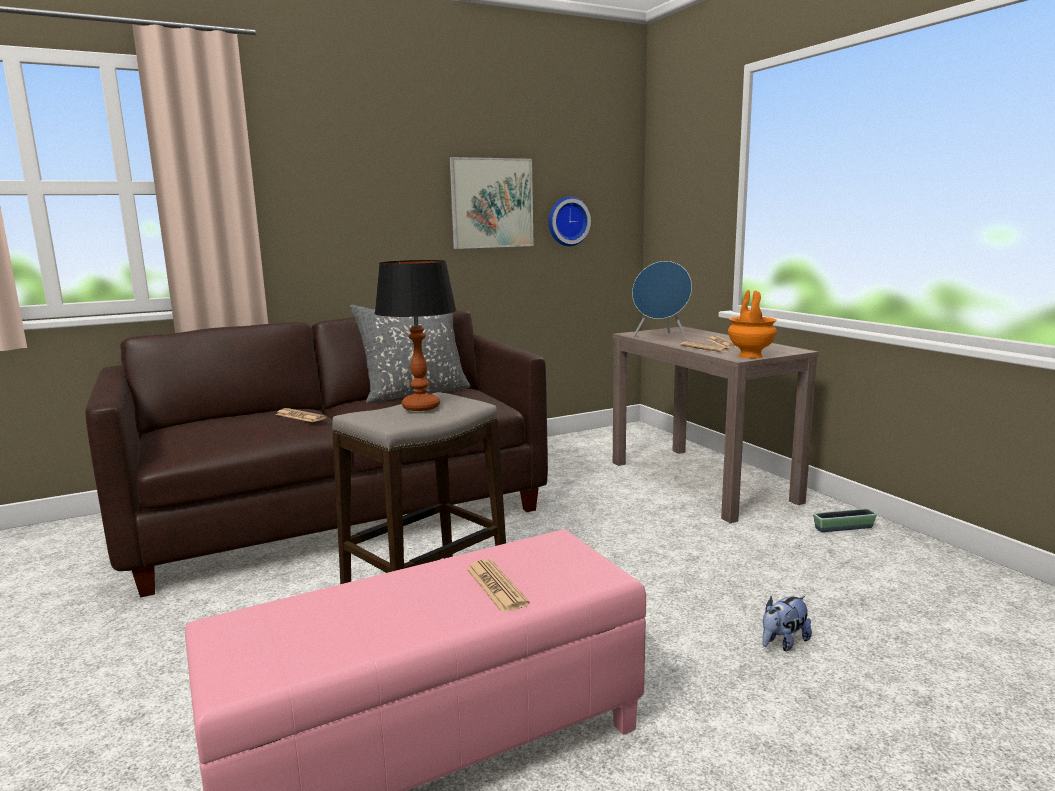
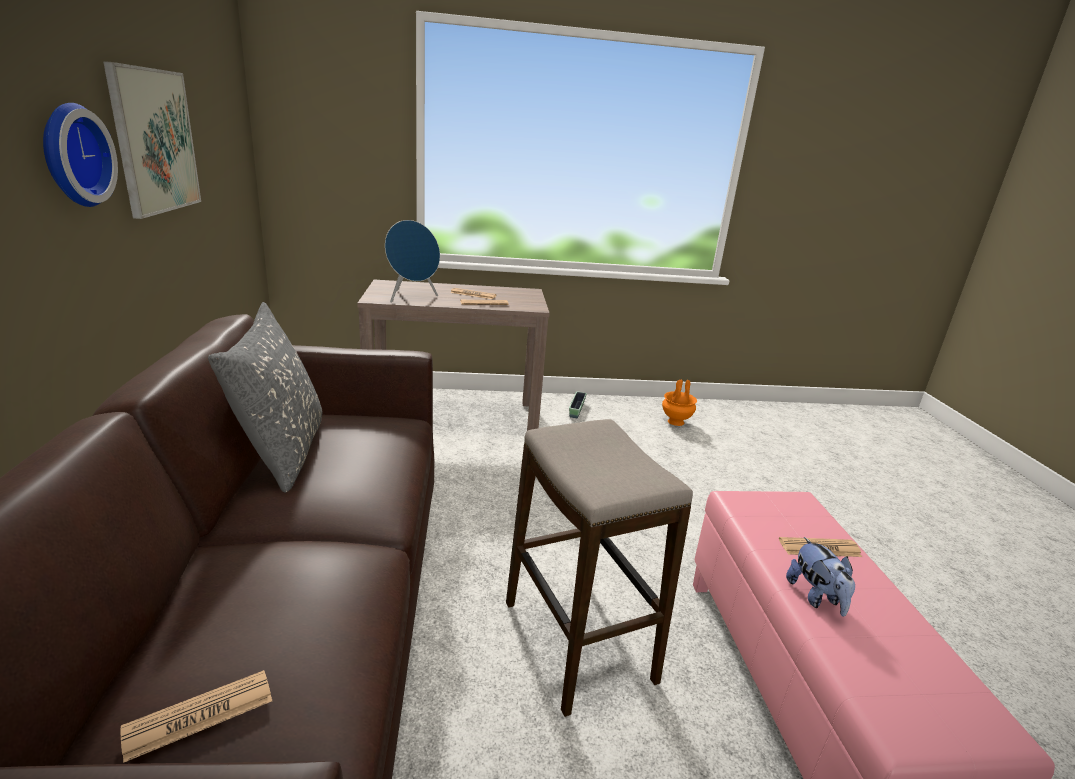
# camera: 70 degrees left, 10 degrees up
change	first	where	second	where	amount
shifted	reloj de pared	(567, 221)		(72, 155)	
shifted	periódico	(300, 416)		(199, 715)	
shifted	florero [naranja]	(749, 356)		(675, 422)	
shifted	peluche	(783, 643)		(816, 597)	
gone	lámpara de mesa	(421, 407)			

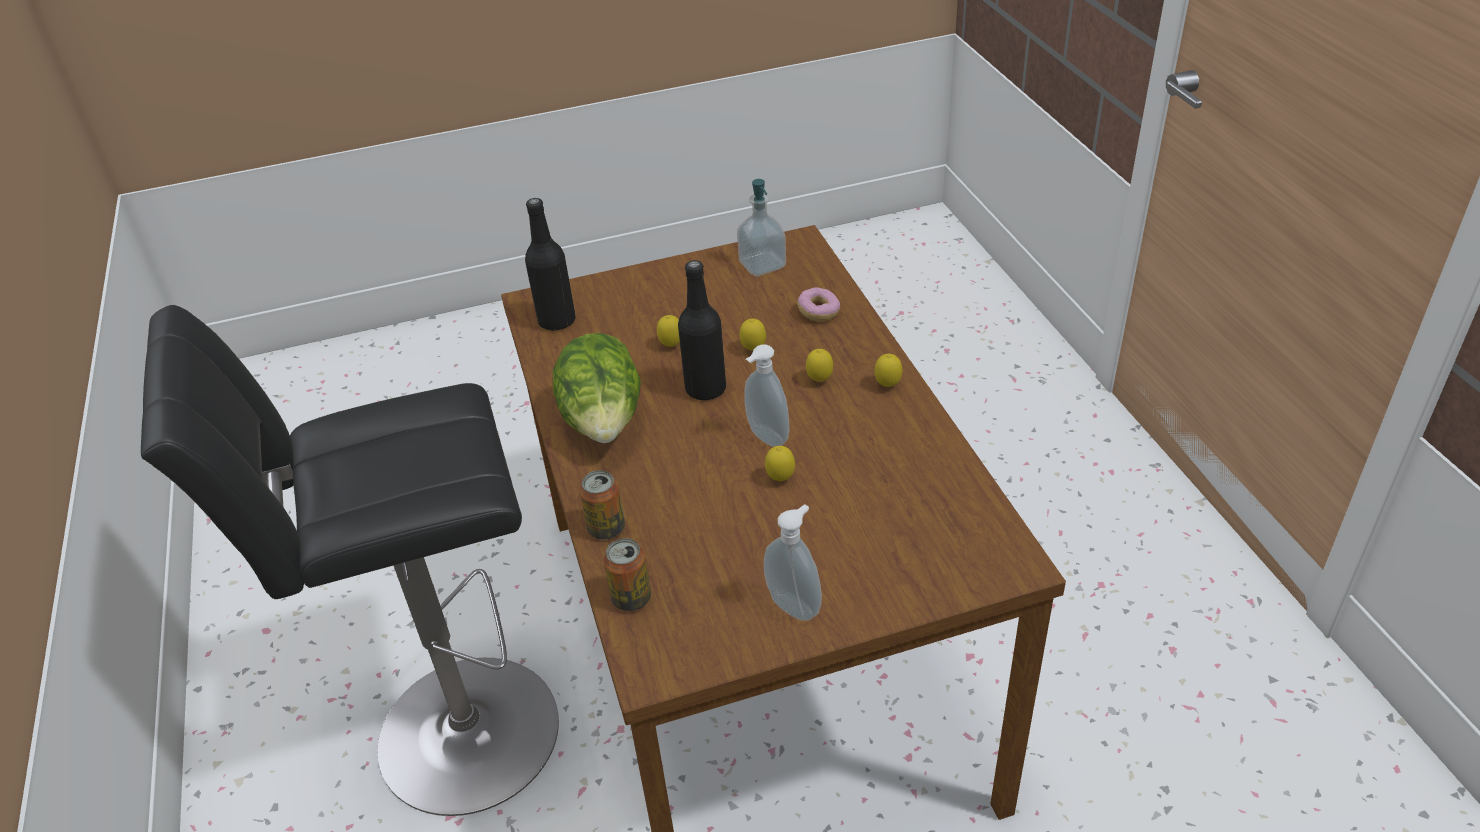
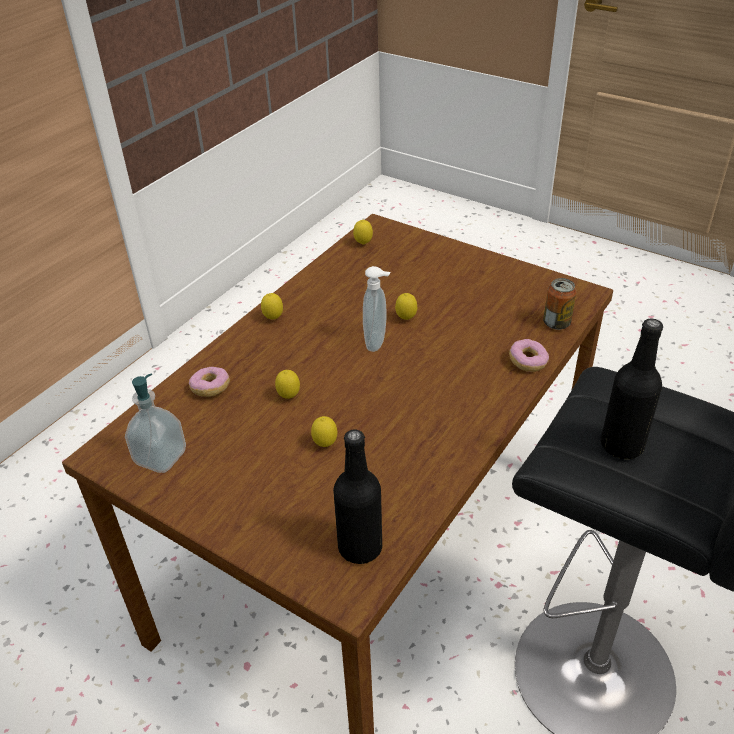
# camera: 130 degrees left, 0 degrees up
change	first	where	second	where	amount
shifted	limón	(819, 380)		(363, 244)	
swapped	lata	(606, 528)	rosquilla	(528, 362)	
shifted	botella [negro]	(705, 389)		(621, 445)	
gone	lechuga	(604, 423)			
gone	dispensador de jabón	(795, 605)			

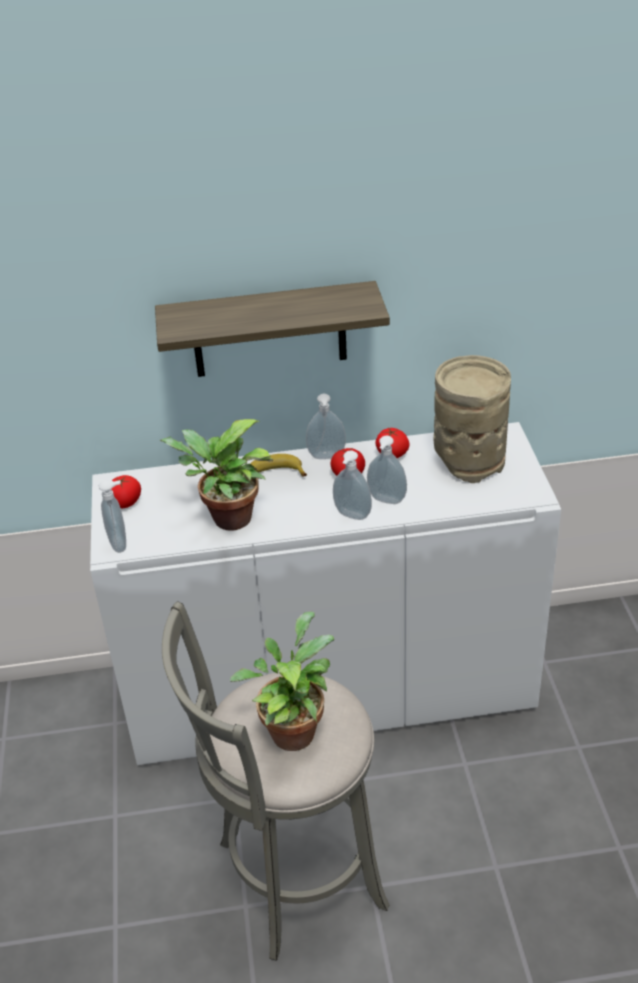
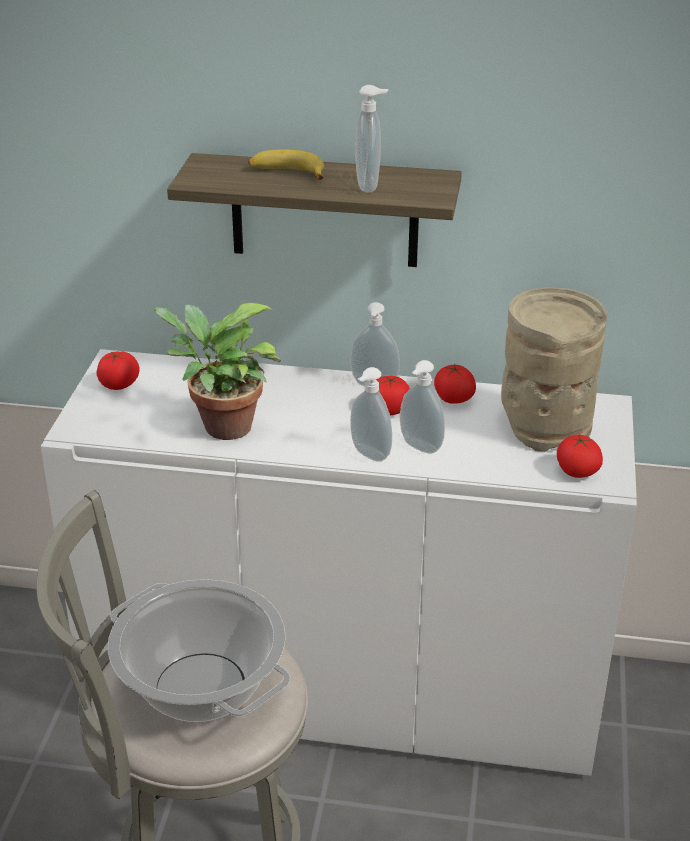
# camera: 15 degrees right, 5 degrees down
change	first	where	second	where	amount
swapped	planta en maceta	(292, 729)	olla	(202, 687)	
shifted	plátano	(275, 473)		(287, 173)	
shifted	dispensador de jabón	(120, 543)		(370, 186)	
new			tomate	(577, 471)	

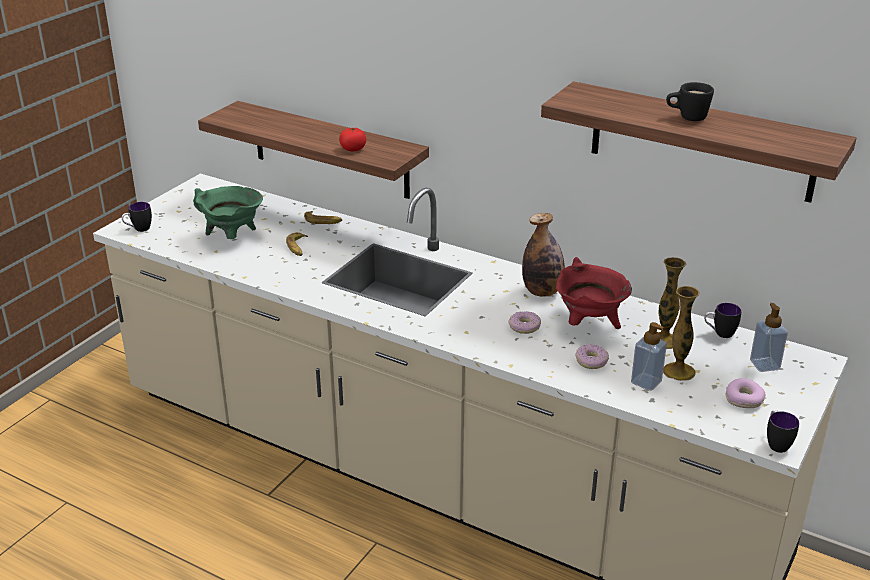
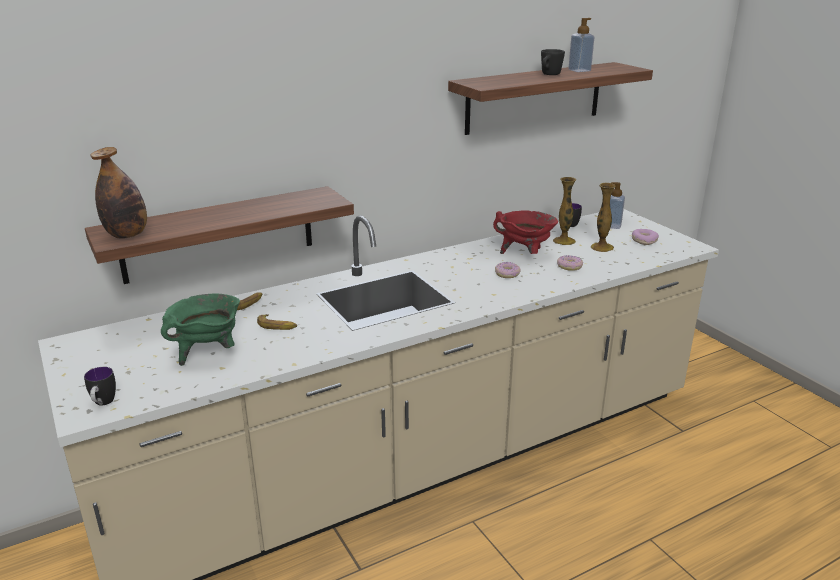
# camera: 60 degrees left, 5 degrees down
change	first	where	second	where	amount
shifted	botella	(542, 291)		(127, 235)	
shifted	dispensador de jabón	(646, 382)		(579, 70)	
gone	tomate	(353, 149)			
gone	taza grande	(776, 443)			

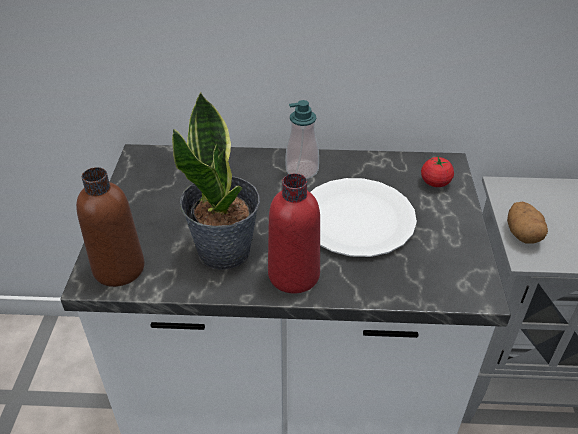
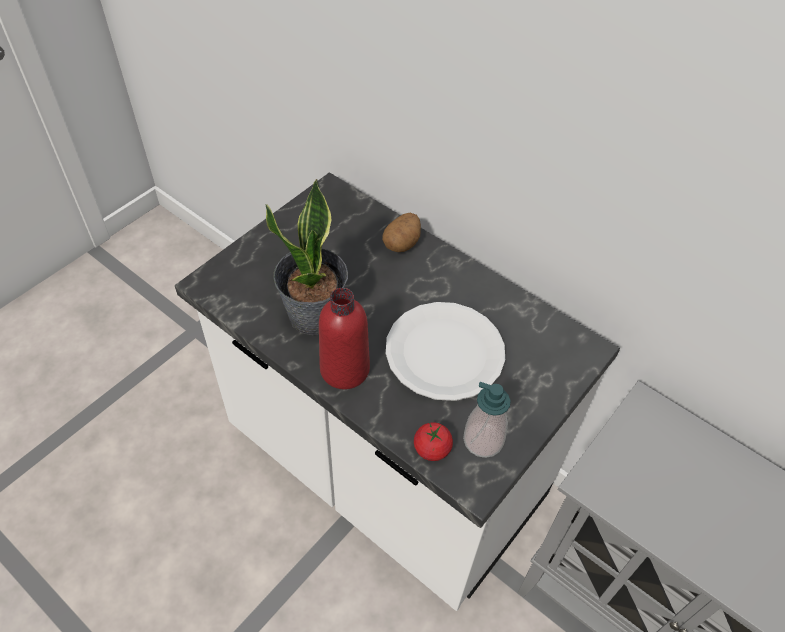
# camera: 35 degrees right, 10 degrees up
change	first	where	second	where	amount
shifted	patata	(522, 234)		(402, 243)	
shifted	tomate	(435, 182)		(432, 449)	
shifted	dispensador de jabón	(302, 170)		(483, 440)	
gone	botella [marrón]	(119, 268)			

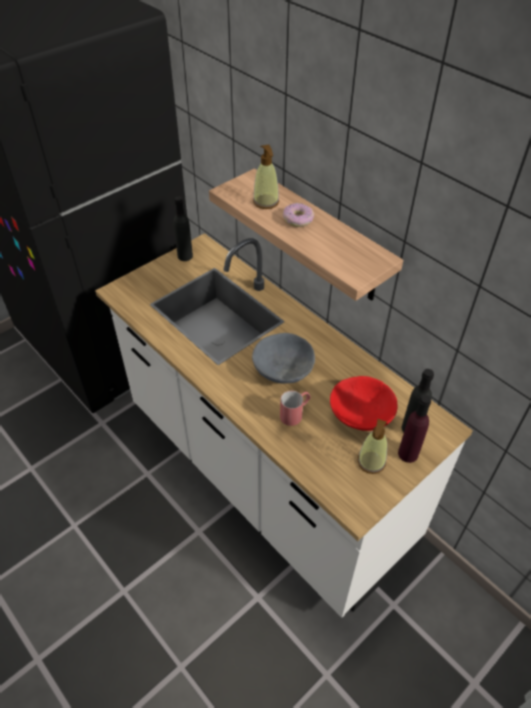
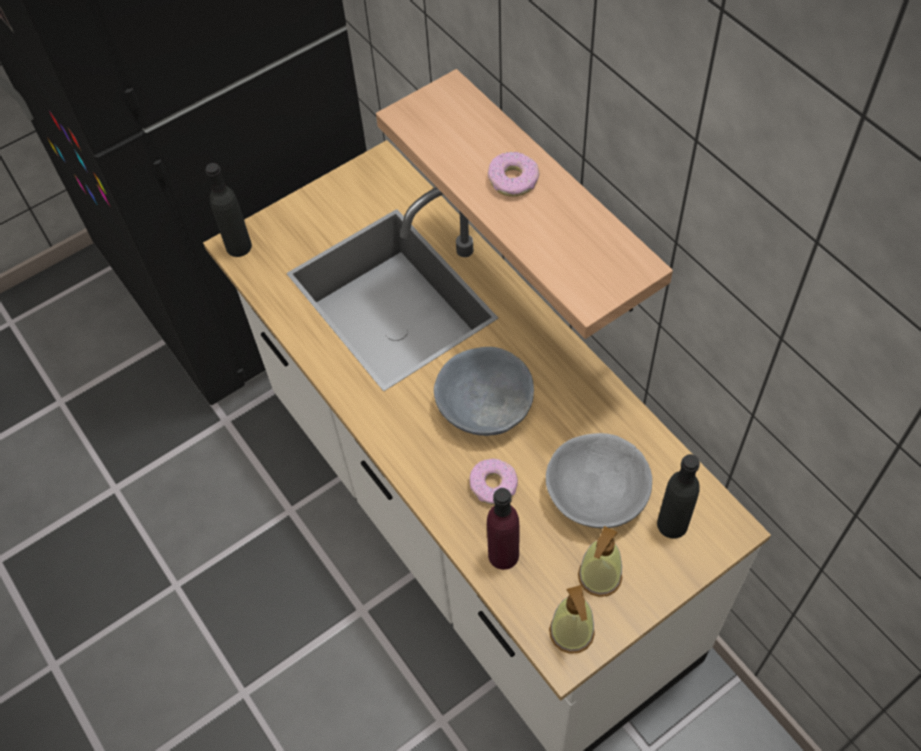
# camera: 10 degrees right, 10 degrees up
change	first	where	second	where	amount
shifted	botella [negro]	(185, 256)		(238, 246)	
swapped	taza grande [rojo]	(295, 413)	rosquilla	(493, 485)	
shifted	botella [morado]	(408, 454)		(503, 555)	
repainted	cuenco [rojo]	(360, 414)	cuenco [gris]	(596, 494)	
shifted	dispensador de jabón	(266, 202)		(571, 633)	

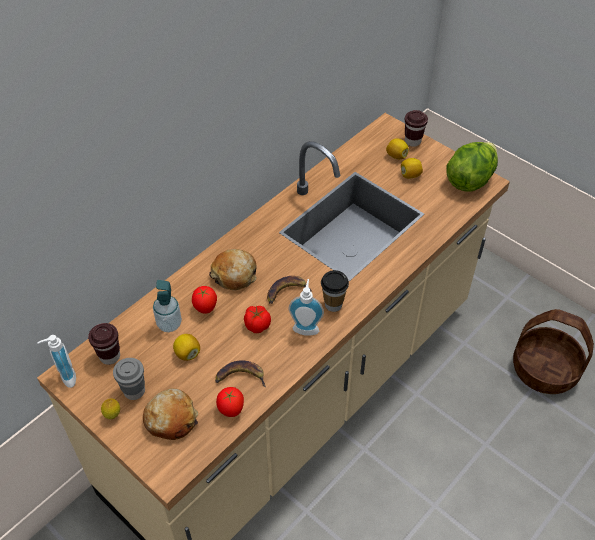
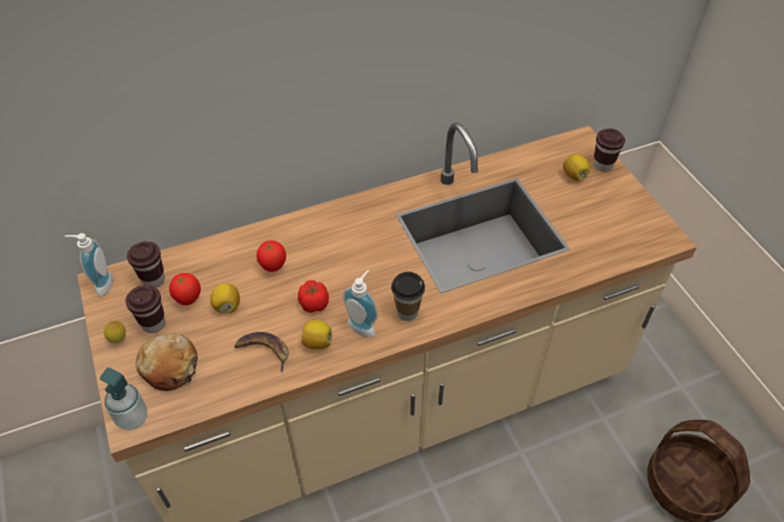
# camera: 25 degrees right, 0 degrees up
change	first	where	second	where	amount
shifted	dispensador de jabón	(169, 324)		(132, 418)	
repainted	taza [gris]	(134, 391)	taza [marrón]	(153, 324)	
shifted	tomate	(231, 410)		(188, 299)	
shifted	limón	(410, 175)		(317, 342)	
gone	pan	(234, 274)			
gone	plátano	(286, 292)			
gone	lechuga	(470, 179)			

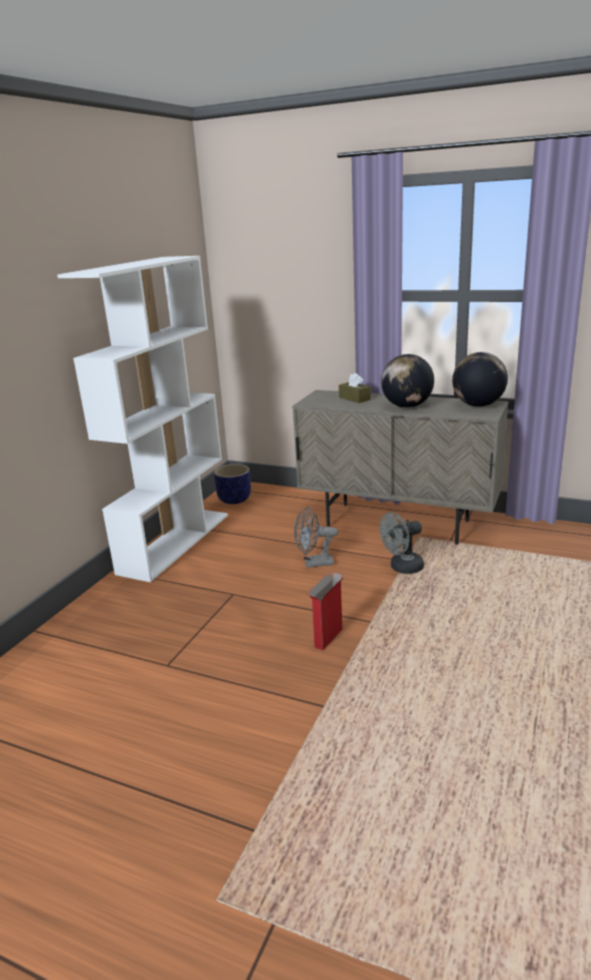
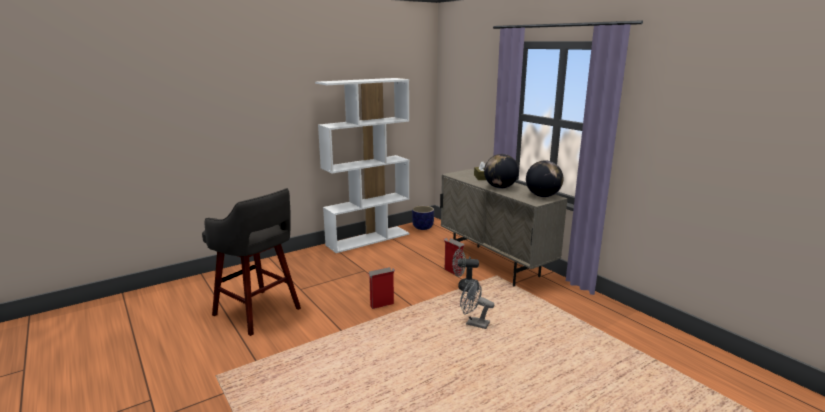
# camera: 30 degrees right, 5 degrees down
change	first	where	second	where	amount
new			taburete [gris]	(258, 312)	
new			caja de cartón	(452, 272)	
shifted	ventilador [gris]	(314, 563)		(473, 323)	

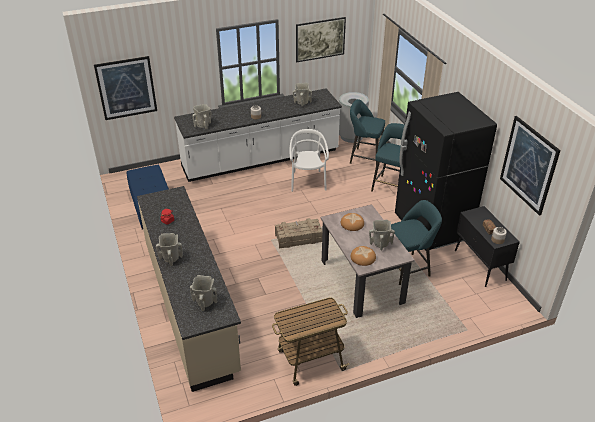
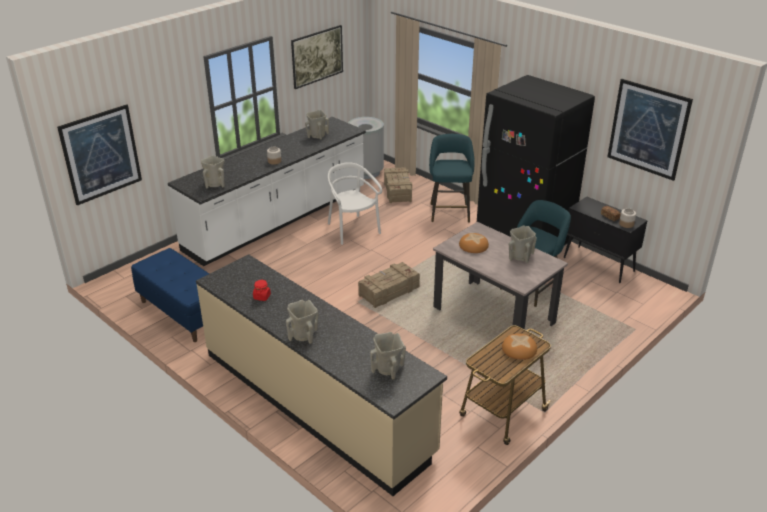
# camera: 25 degrees left, 5 degrees down
change	first	where	second	where	amount
swapped	taburete [turquesa]	(364, 158)	caja de embalaje	(398, 190)	
shifted	pan	(363, 257)		(519, 349)	

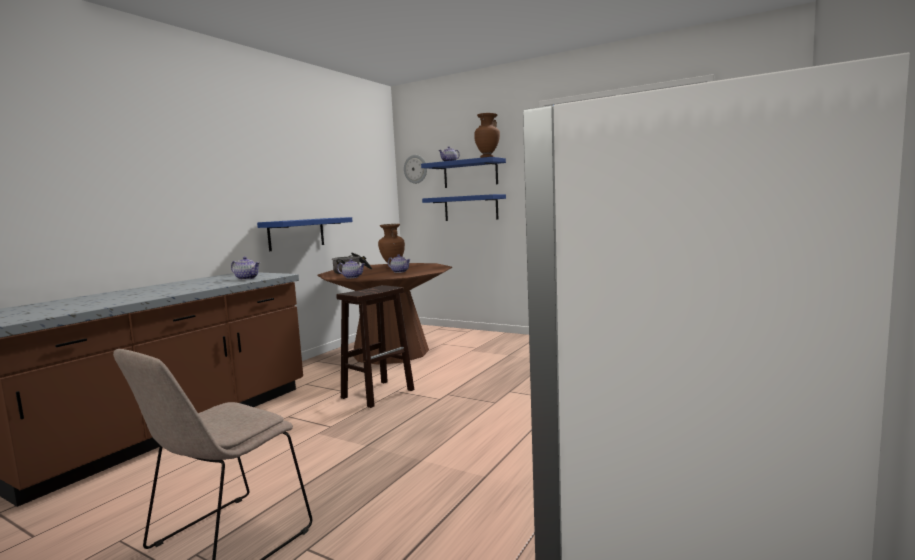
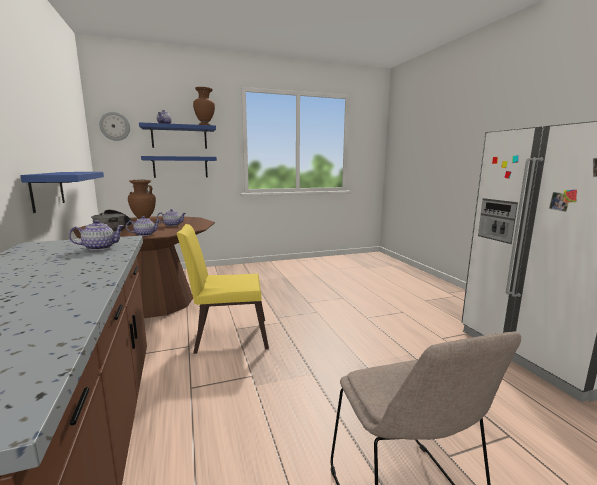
# camera: 50 degrees left, 5 degrees up
change	first	where	second	where	amount
swapped	taburete [marrón]	(378, 393)	silla [amarillo]	(226, 335)	

